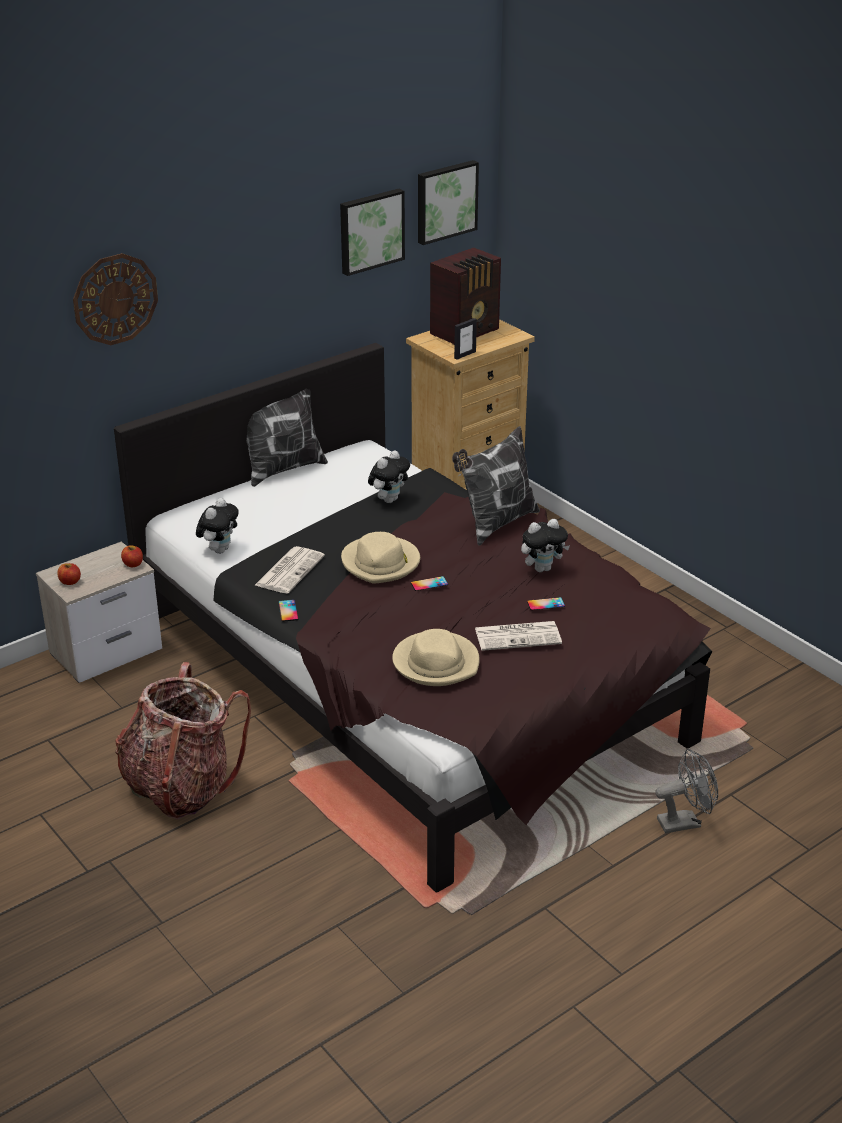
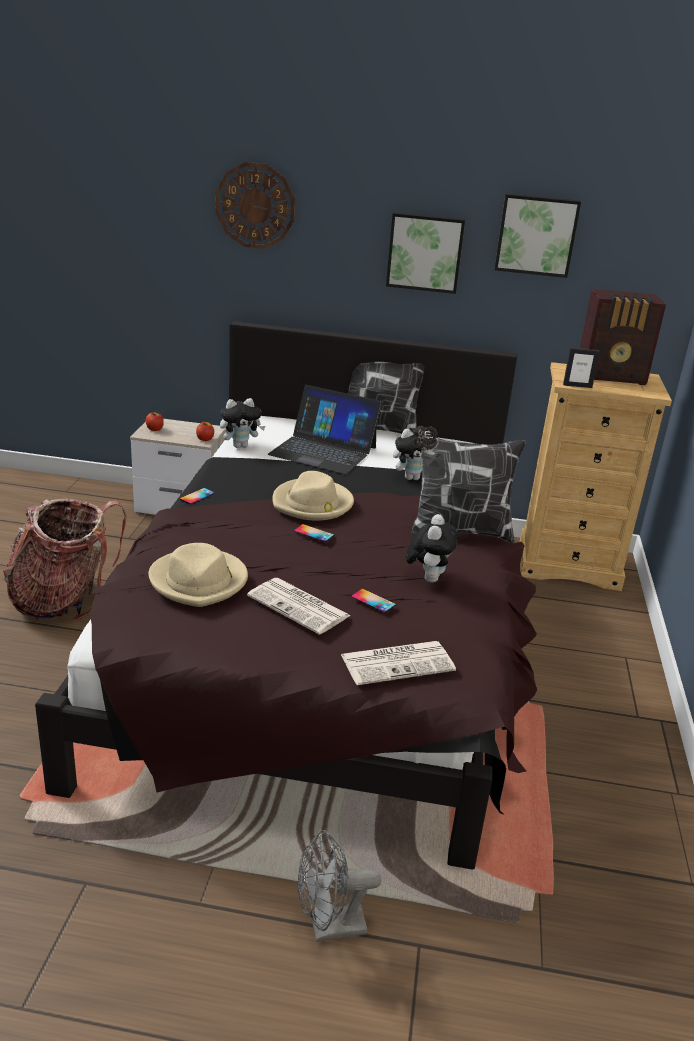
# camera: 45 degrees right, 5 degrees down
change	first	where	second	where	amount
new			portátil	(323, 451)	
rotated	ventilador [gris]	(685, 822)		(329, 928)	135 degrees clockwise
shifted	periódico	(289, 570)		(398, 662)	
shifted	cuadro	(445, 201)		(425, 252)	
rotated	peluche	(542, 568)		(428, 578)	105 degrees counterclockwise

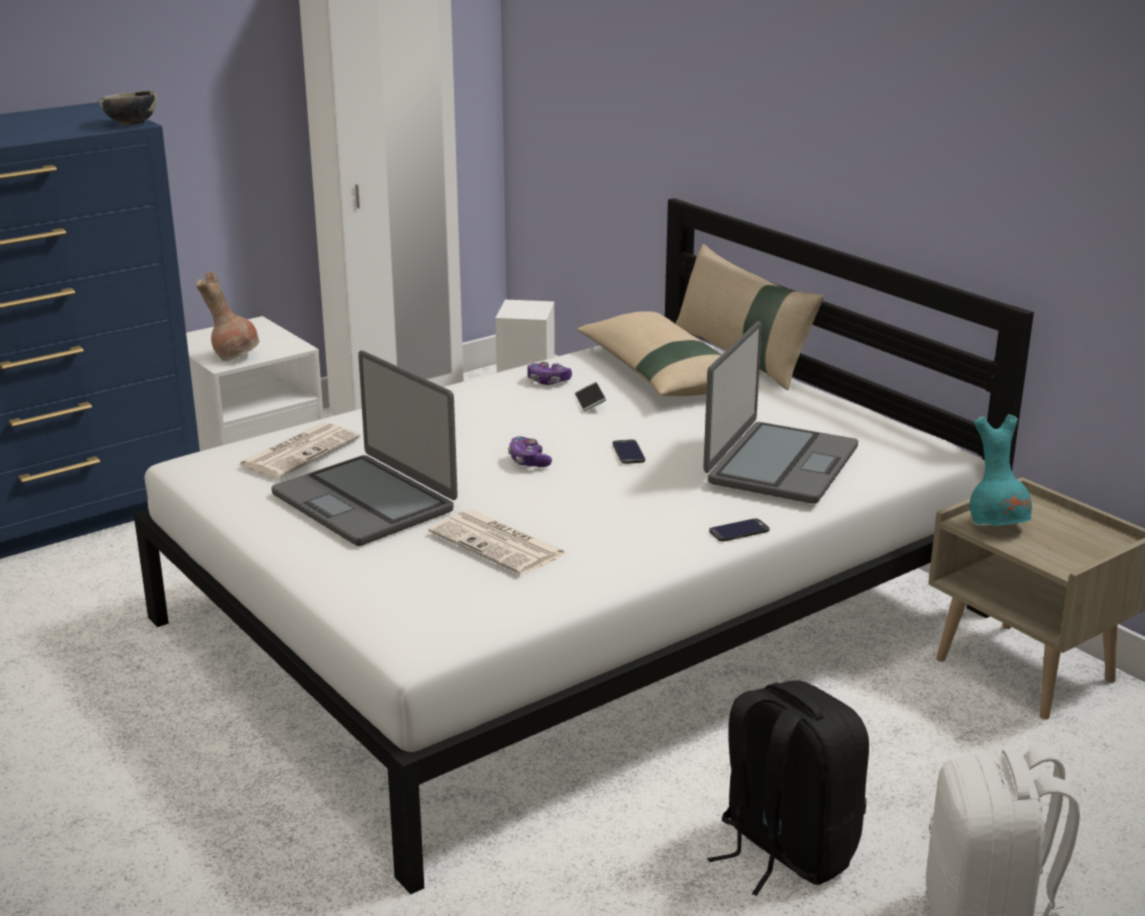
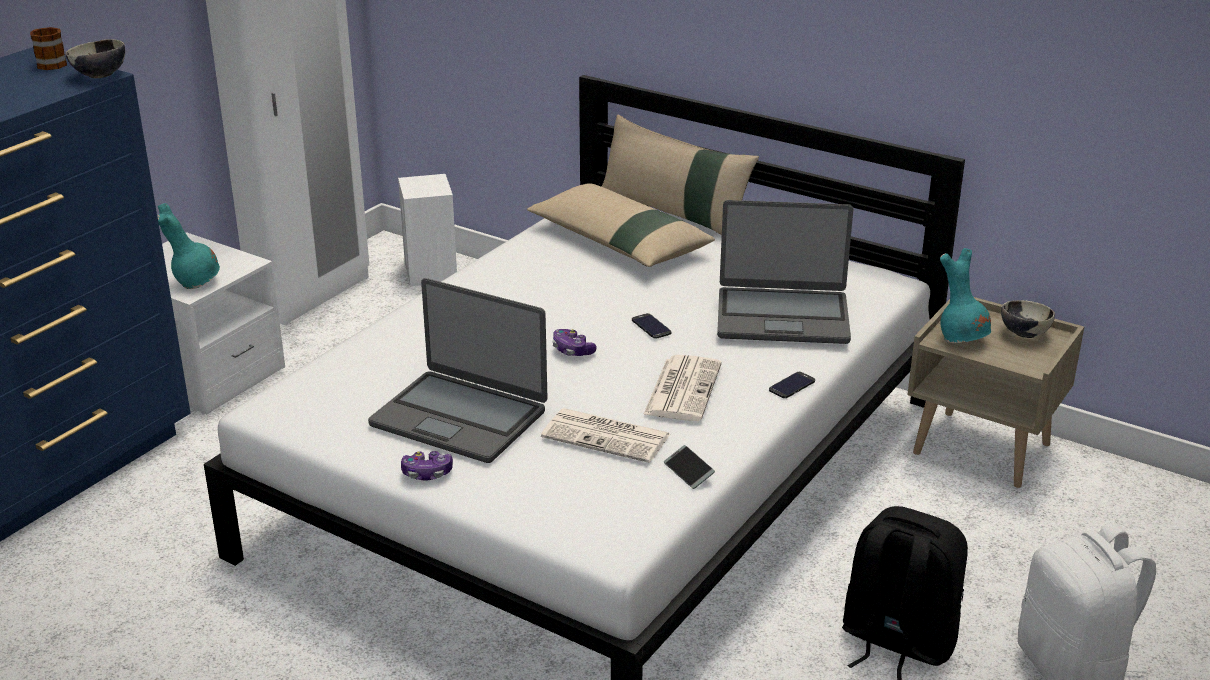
# camera: 20 degrees left, 5 degrees up
change	first	where	second	where	amount
new			taza grande	(48, 63)	
repainted	florero [marrón]	(235, 356)	florero [turquesa]	(195, 282)	
shifted	mando de consola	(548, 381)		(427, 473)	
shifted	periódico	(300, 451)		(682, 388)	
shifted	móvil	(590, 401)		(688, 472)	
rotated	portátil	(780, 464)		(782, 317)	90 degrees clockwise
new			cuenco	(1024, 334)	

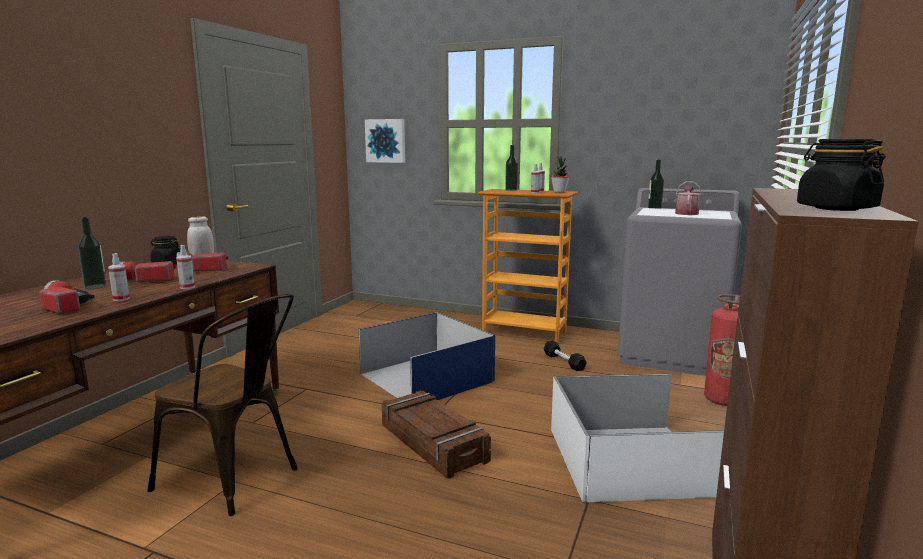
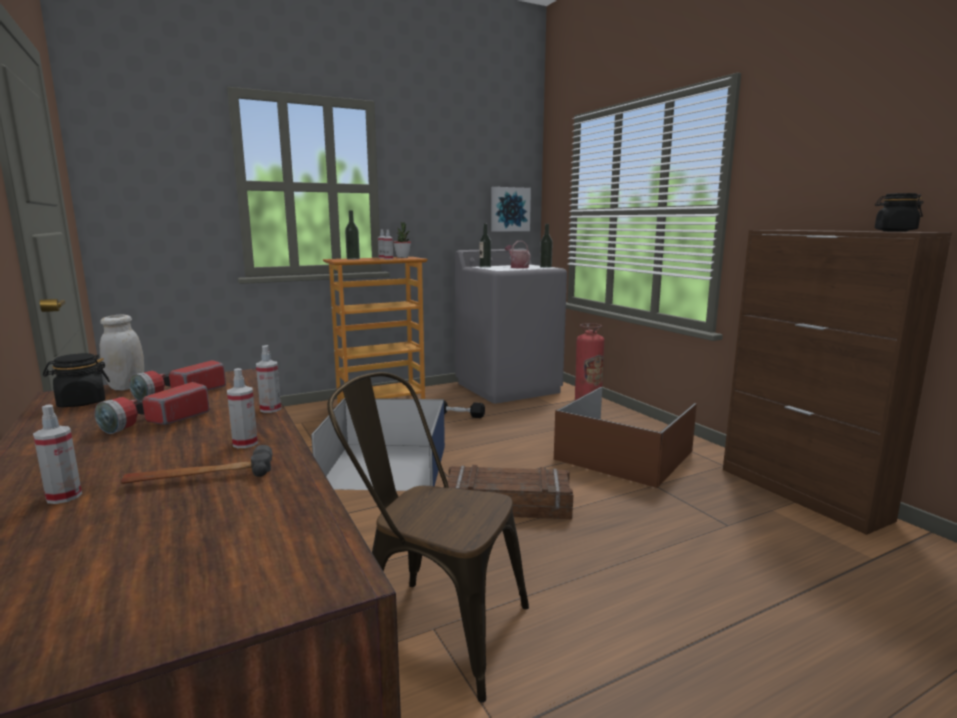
# camera: 50 degrees left, 0 degrees up
change	first	where	second	where	amount
new			pulverizador	(64, 496)	
swapped	linterna	(64, 306)	martillo	(201, 477)	
rotated	silla [marrón]	(236, 480)		(431, 627)	135 degrees counterclockwise
shifted	cuadro	(386, 141)		(509, 209)	
shifted	botella	(95, 286)		(545, 267)	
repainted	caja de almacenaje [blanco]	(630, 462)	caja de almacenaje [marrón]	(625, 456)	

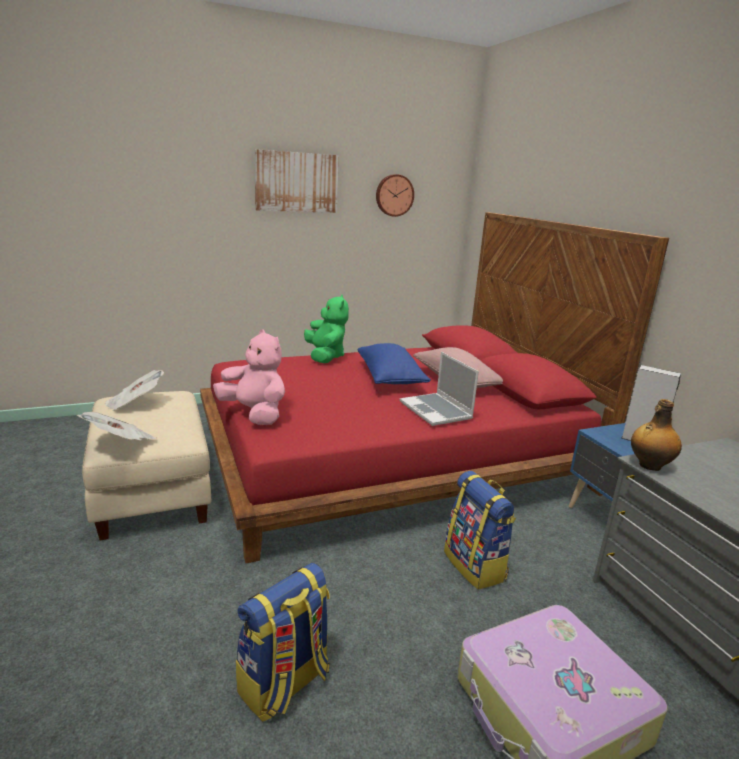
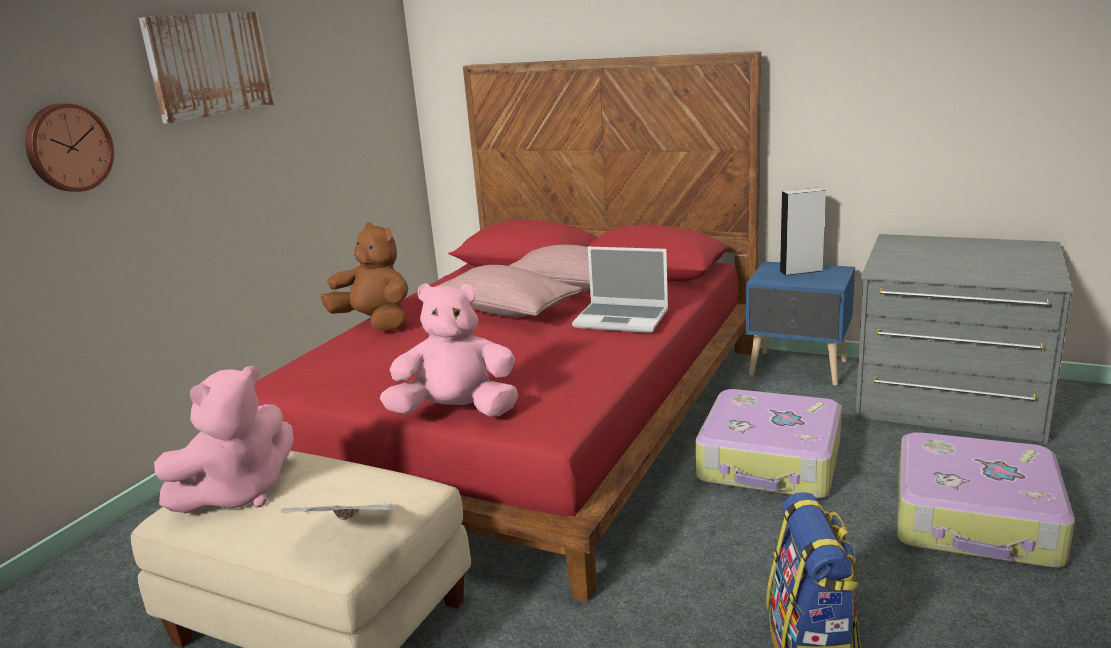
# camera: 40 degrees left, 0 degrees up
change	first	where	second	where	amount
shifted	reloj de pared	(394, 195)		(67, 147)	
swapped	periódico	(134, 404)	peluche [rosa]	(239, 494)	
repainted	peluche [verde]	(325, 356)	peluche [marrón]	(375, 323)	
repainted	cojín [azul]	(390, 378)	cojín [rosa]	(505, 311)	
swapped	mochila	(475, 566)	maleta	(770, 462)	
gone	botella	(649, 466)			

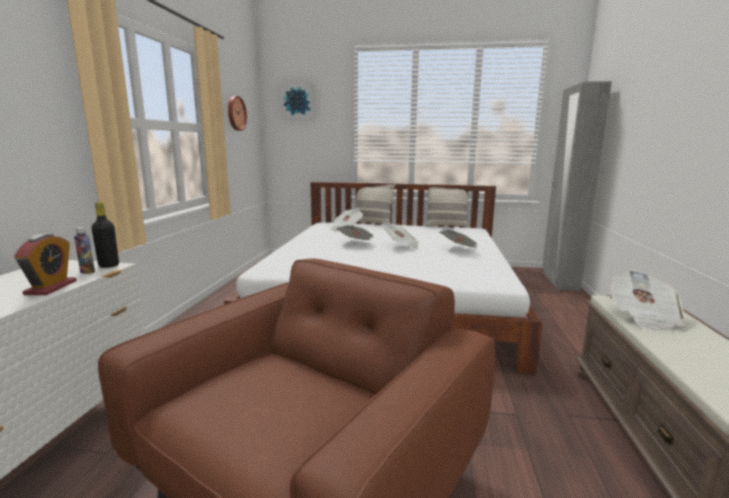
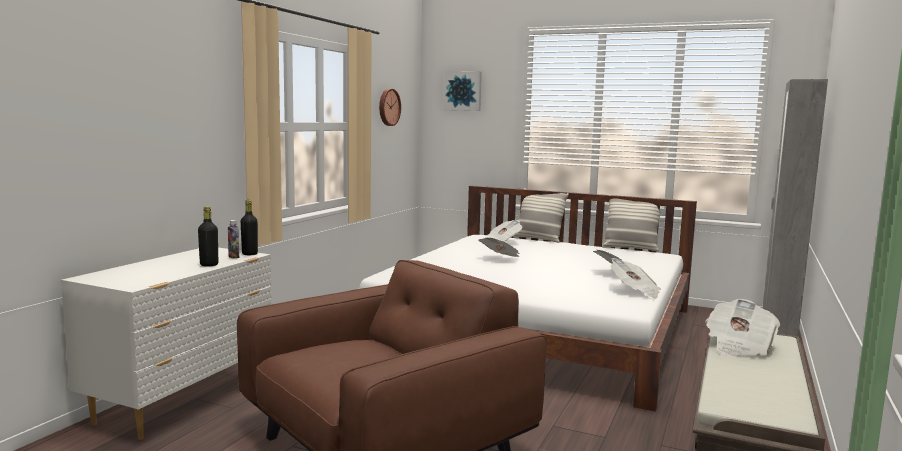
# camera: 15 degrees right, 5 degrees down
change	first	where	second	where	amount
swapped	despertador	(51, 287)	botella [negro]	(209, 265)	
shifted	periódico	(401, 246)		(635, 292)	

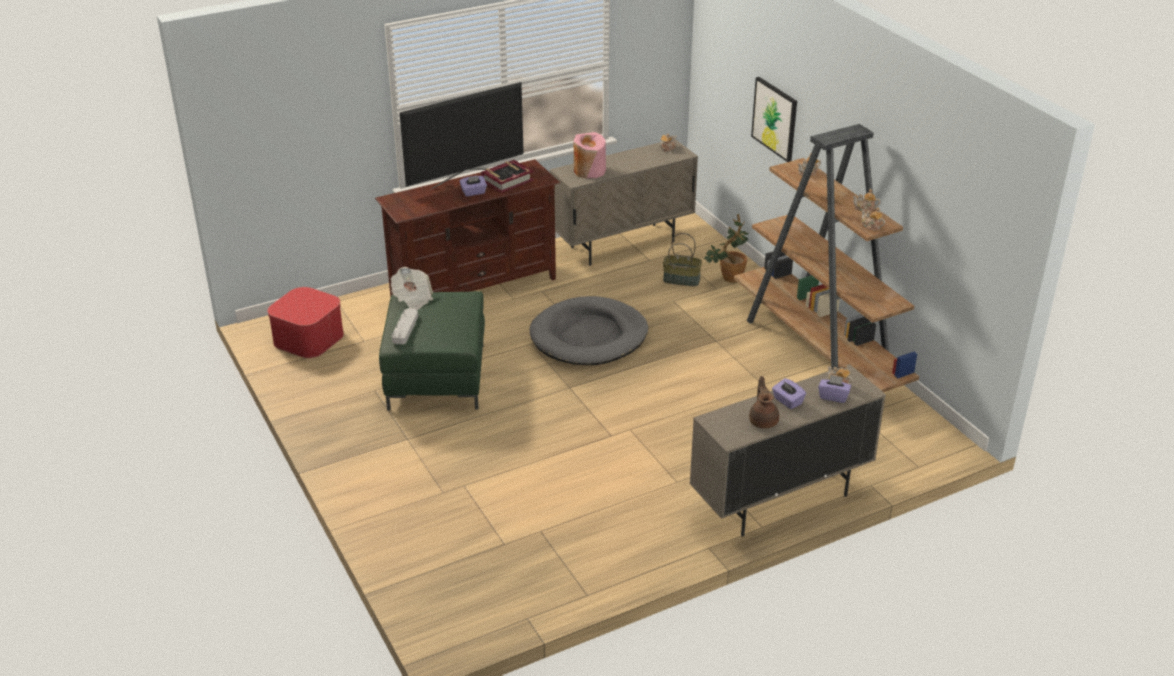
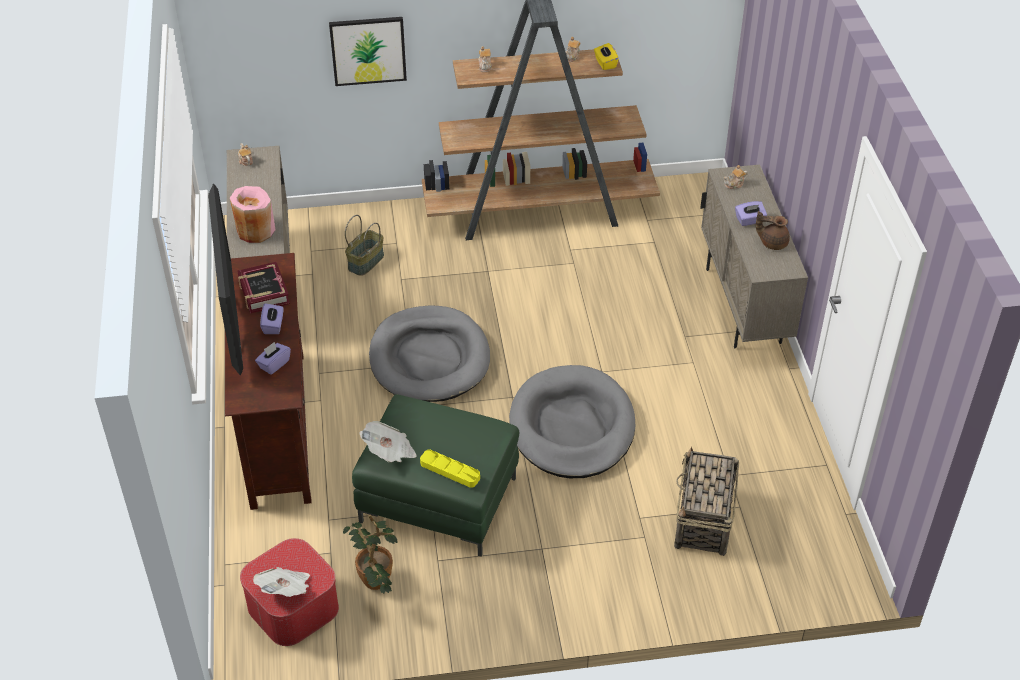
# camera: 70 degrees left, 10 degrees up
change	first	where	second	where	amount
new			periódico	(285, 590)	
shifted	caja de pañuelos [morado]	(833, 396)		(274, 364)	
shifted	planta en maceta	(727, 278)		(375, 585)	
repainted	bandeja [gris]	(405, 329)	bandeja [amarillo]	(450, 471)	
new			cama para perro [gris]	(572, 427)	
swapped	tetera	(871, 226)	caja de pañuelos [amarillo]	(605, 63)	
new			cesta	(703, 520)	

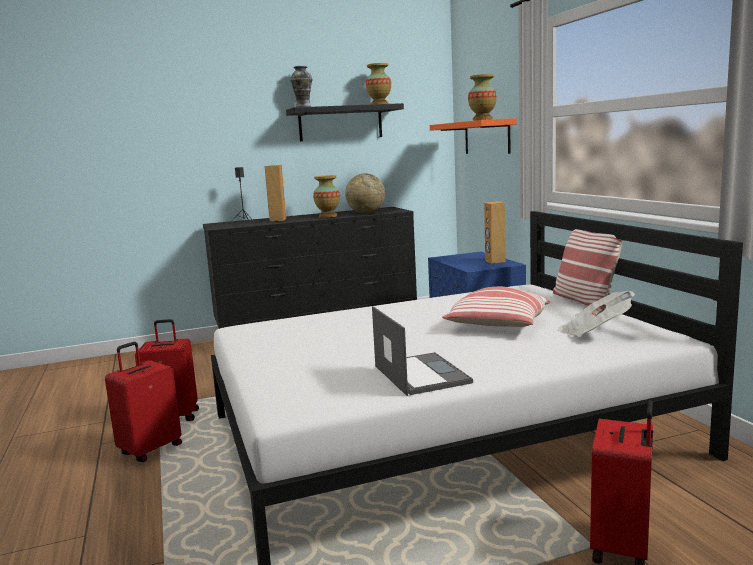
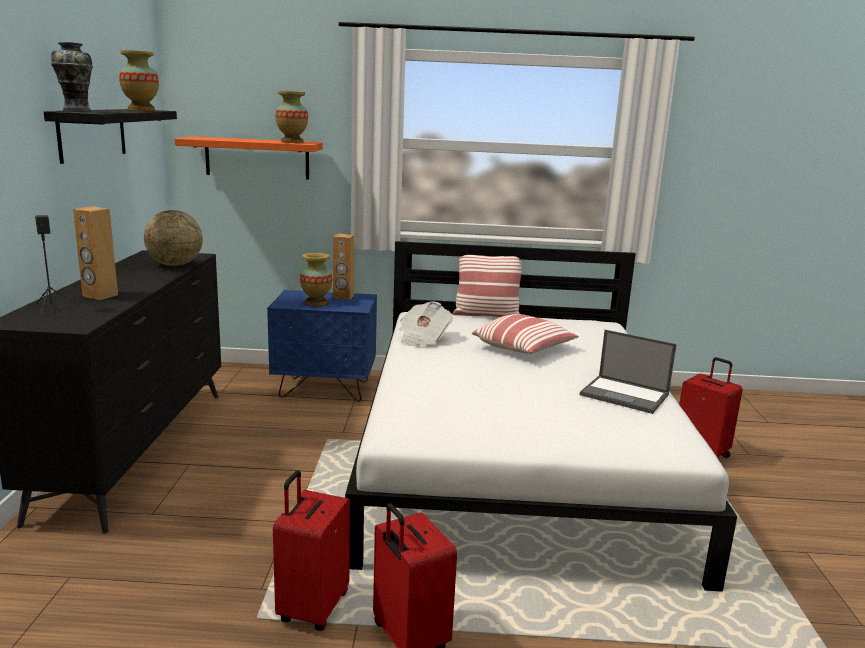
# camera: 70 degrees left, 5 degrees up
change	first	where	second	where	amount
shifted	florero	(328, 216)		(316, 303)	
shifted	periódico	(594, 332)		(422, 339)	
rotated	portátil	(420, 374)		(625, 395)	150 degrees counterclockwise

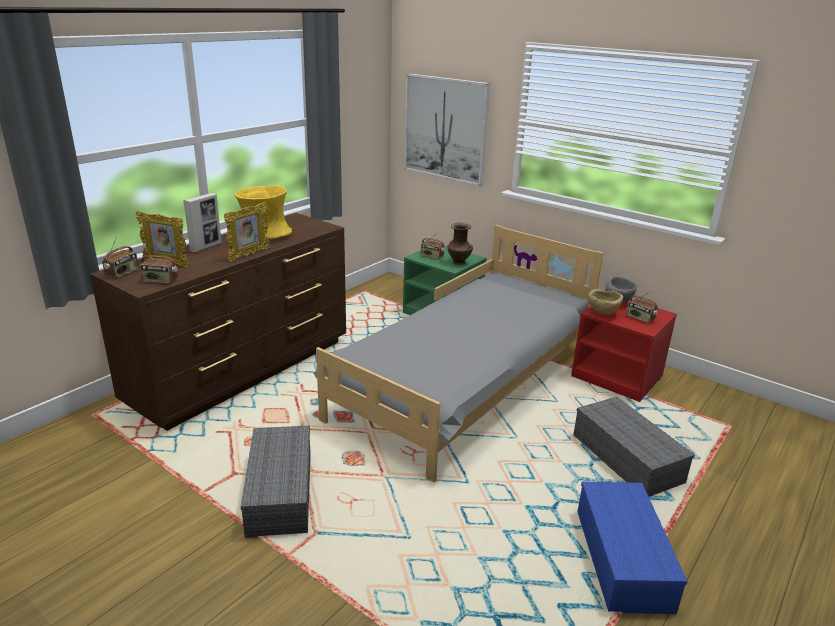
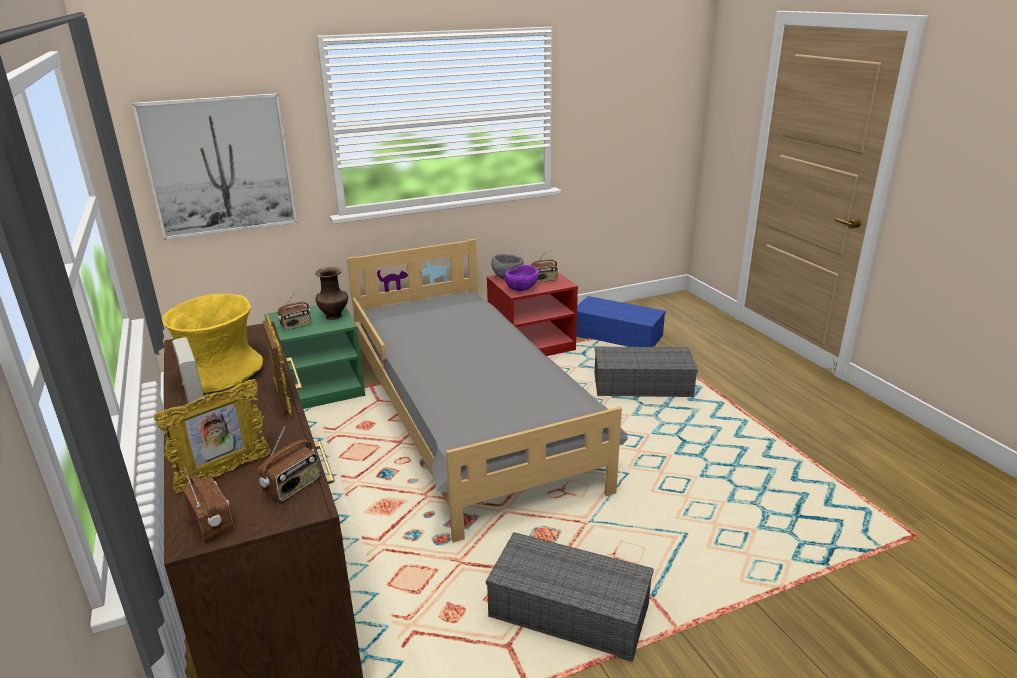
# camera: 60 degrees left, 0 degrees up
change	first	where	second	where	amount
repainted	cuenco [beis]	(602, 313)	cuenco [morado]	(521, 290)	
shifted	caja de almacenaje [azul]	(624, 560)		(618, 335)	

